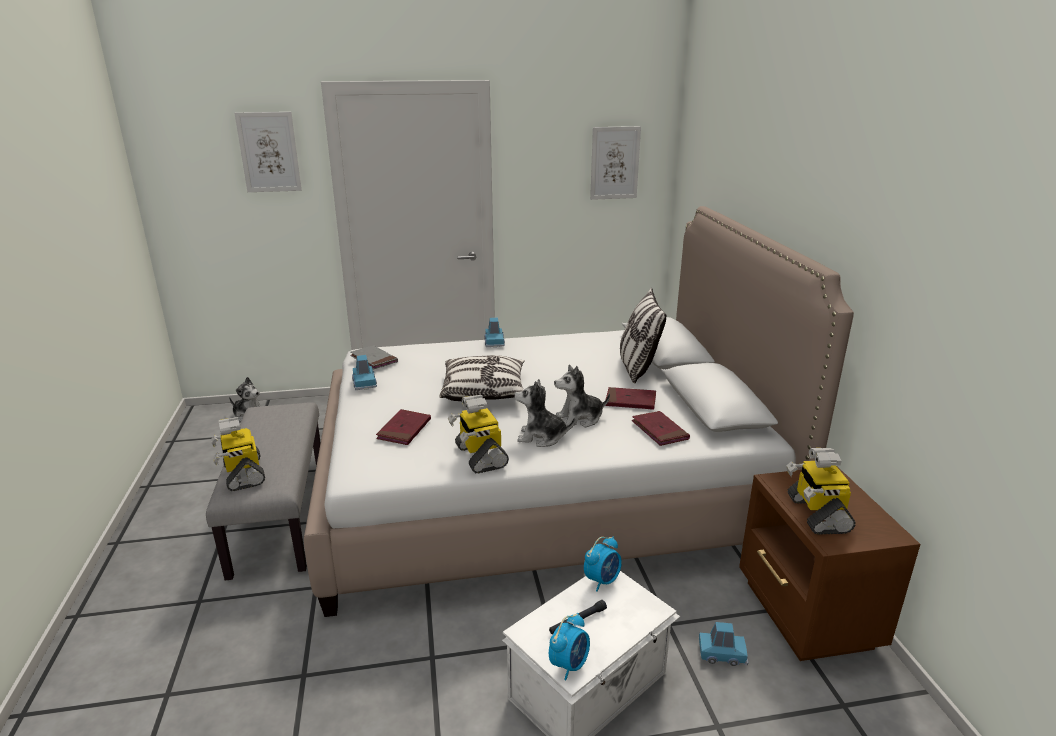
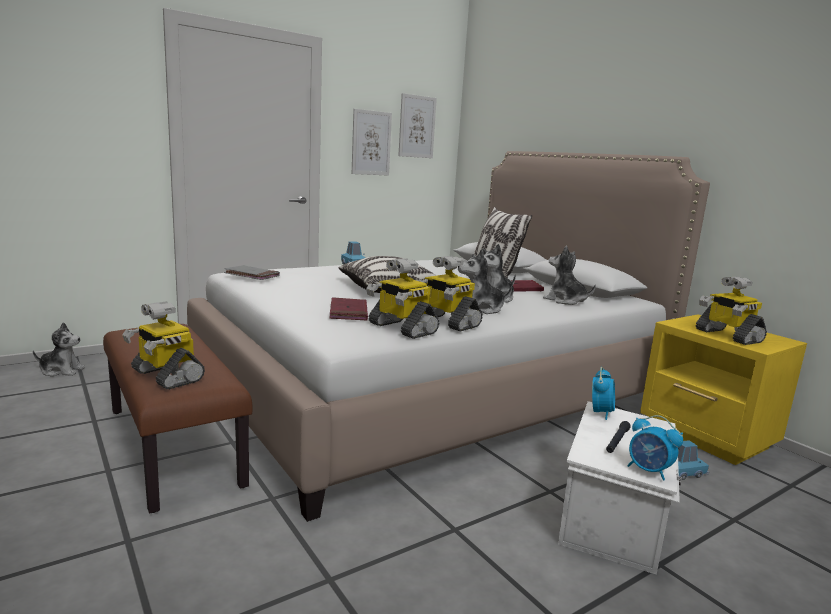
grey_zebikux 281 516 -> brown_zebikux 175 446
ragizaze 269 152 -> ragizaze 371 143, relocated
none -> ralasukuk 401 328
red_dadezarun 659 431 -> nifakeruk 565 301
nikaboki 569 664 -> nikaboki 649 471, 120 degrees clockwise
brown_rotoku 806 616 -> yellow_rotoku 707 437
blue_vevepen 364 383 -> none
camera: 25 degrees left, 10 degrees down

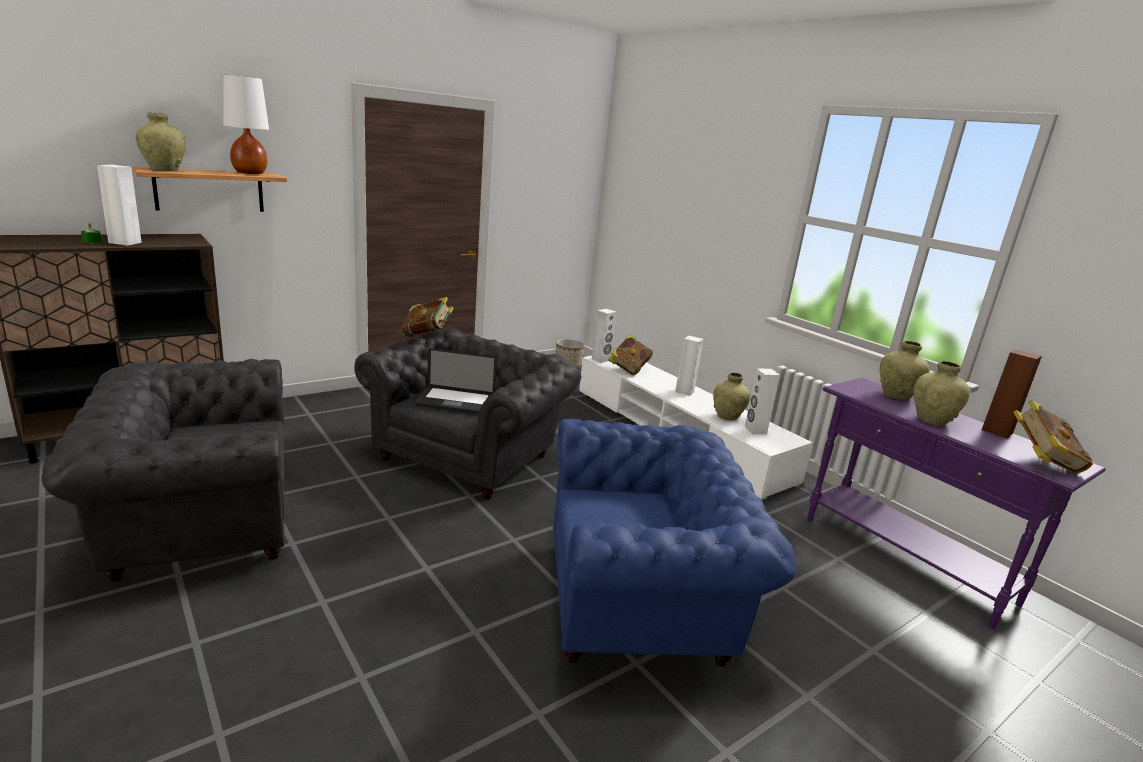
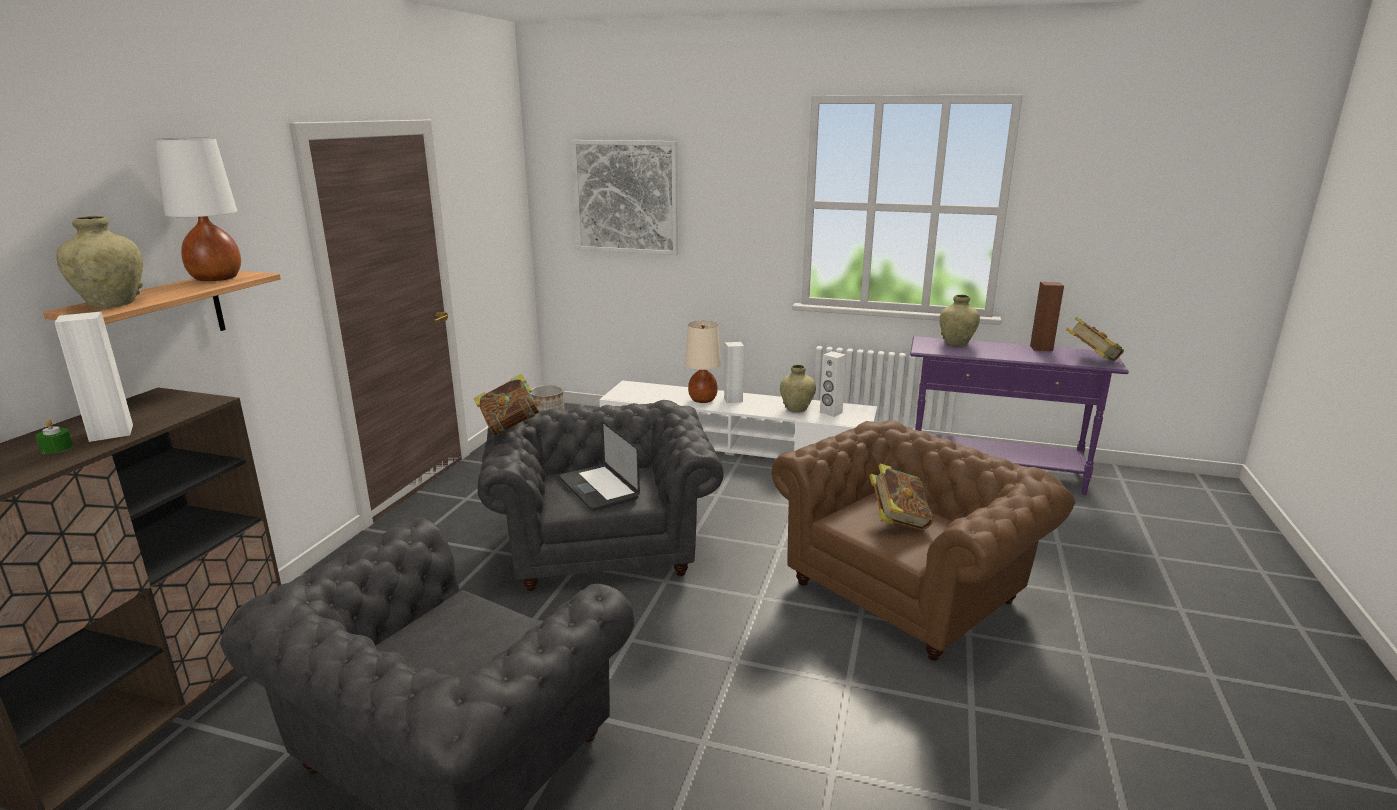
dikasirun 455 402 -> dikasirun 598 488, 90 degrees clockwise
none -> ragizaze 626 197
none -> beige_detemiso 703 400
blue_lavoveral 642 600 -> brown_lavoveral 909 589
dadezarun 629 369 -> dadezarun 898 520, relocated
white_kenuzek 601 360 -> none
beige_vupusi 931 420 -> none
camera: 35 degrees left, 0 degrees up

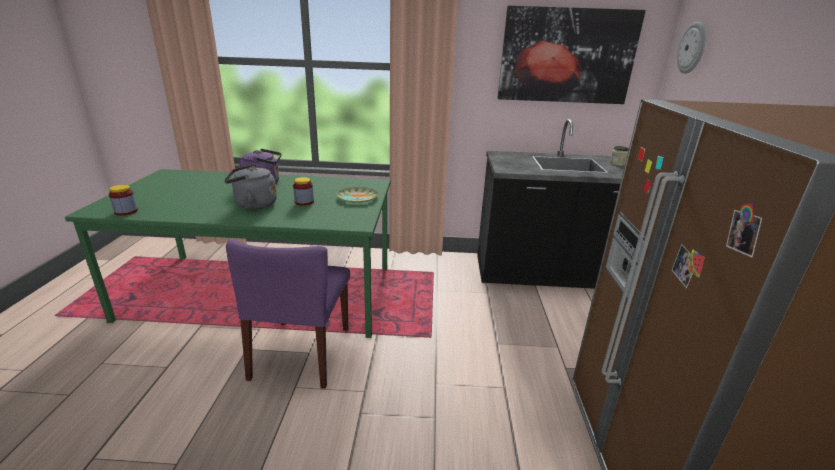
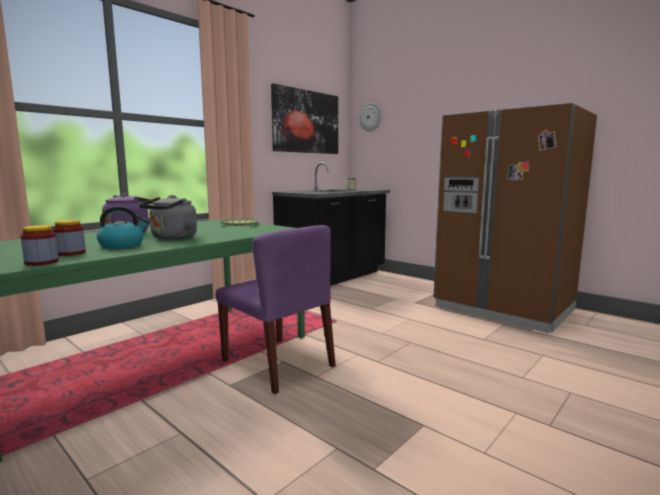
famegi 304 202 -> famegi 71 253, relocated
none -> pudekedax 122 245
camera: 50 degrees left, 15 degrees down

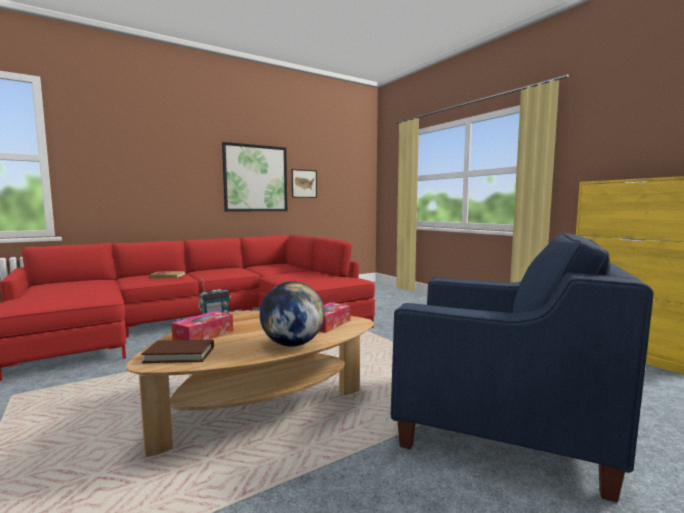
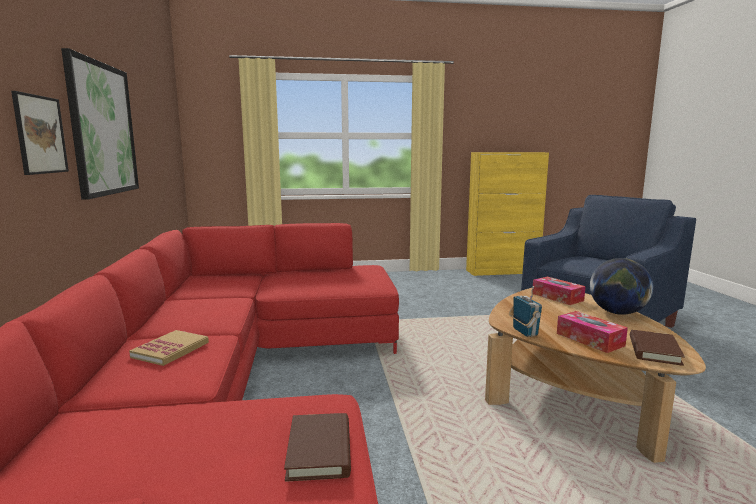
ragizaze 304 183 -> ragizaze 40 134, relocated
none -> brown_dadezarun 319 450
camera: 65 degrees left, 5 degrees up

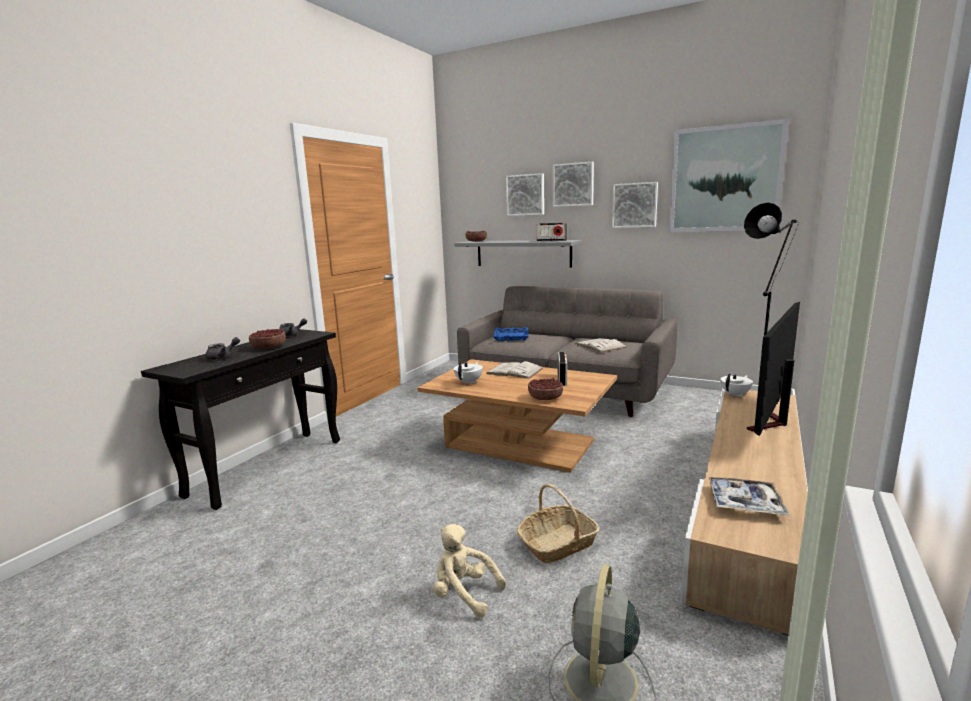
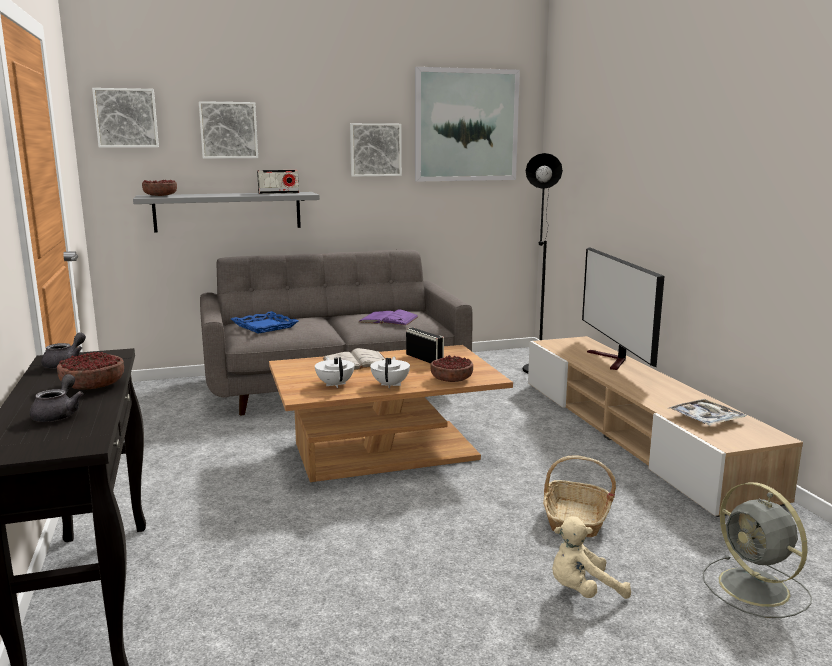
ragizaze 573 184 -> ragizaze 126 118, relocated
white_dadezarun 600 345 -> purple_dadezarun 389 319
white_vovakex 735 394 -> white_vovakex 390 385, relocated
camera: 45 degrees left, 0 degrees up

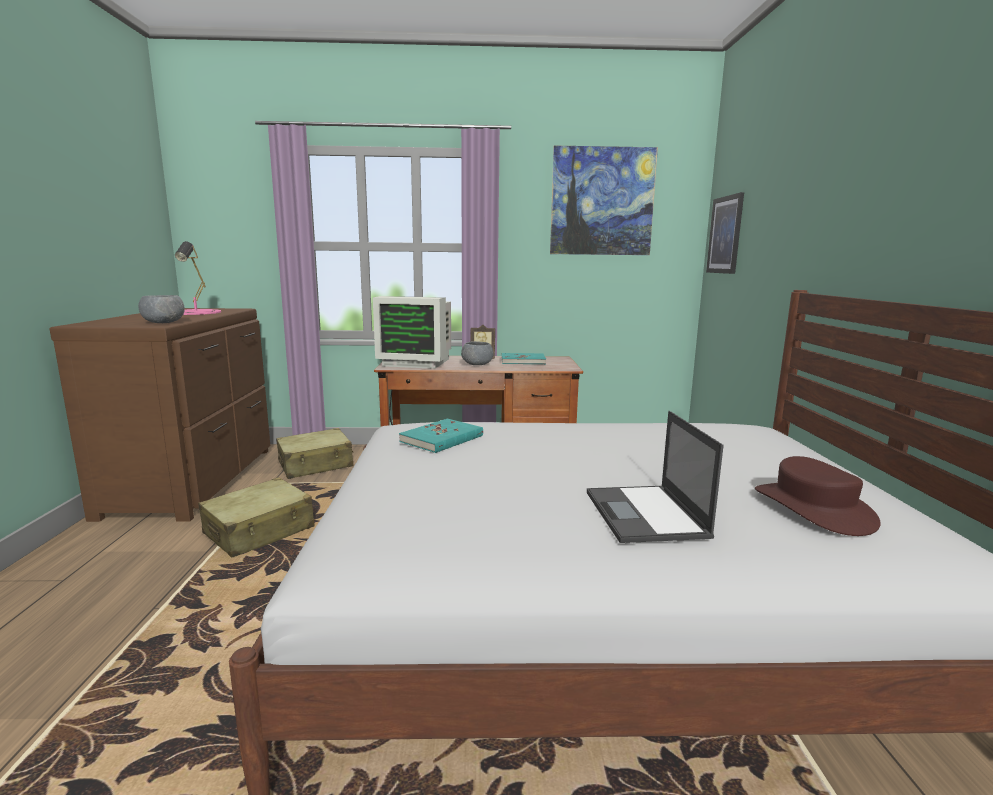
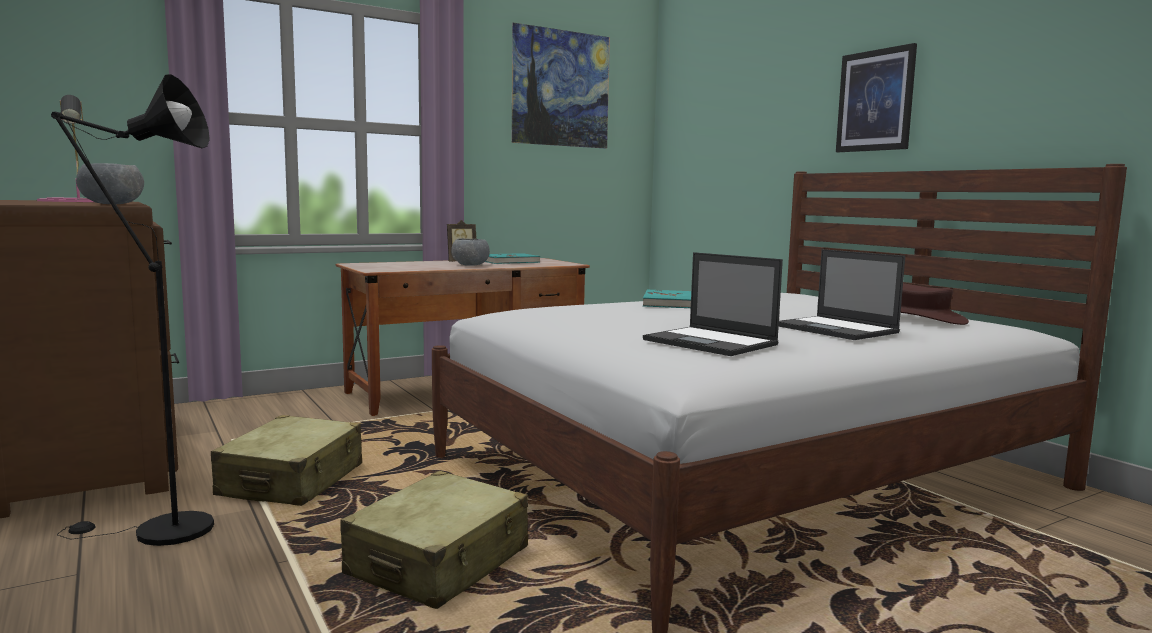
none -> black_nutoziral 159 531
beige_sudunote 316 464 -> beige_sudunote 439 562, relocated
none -> dikasirun 711 342
turquoise_dadezarun 442 439 -> turquoise_dadezarun 669 303, relocated
ragizaze 725 235 -> ragizaze 875 101, relocated
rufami 417 362 -> none
camera: 30 degrees left, 5 degrees down

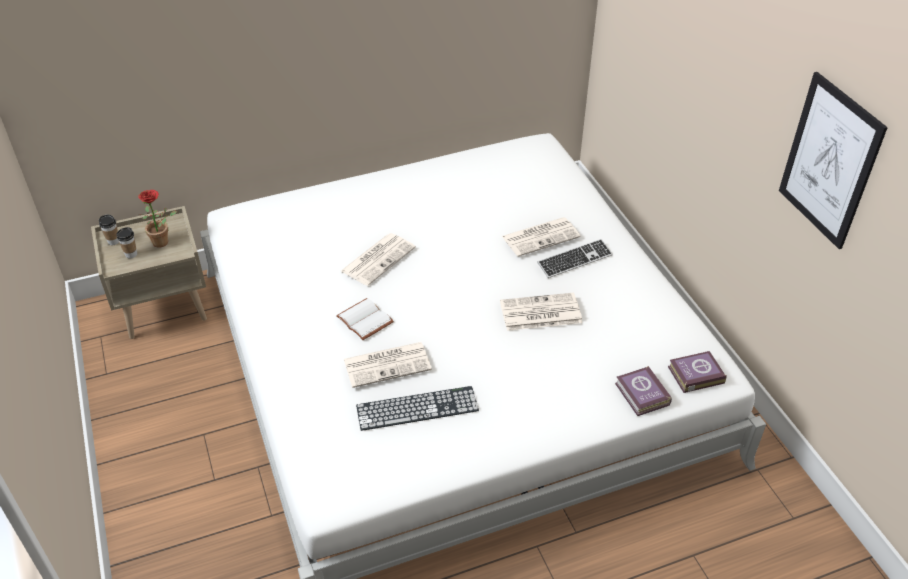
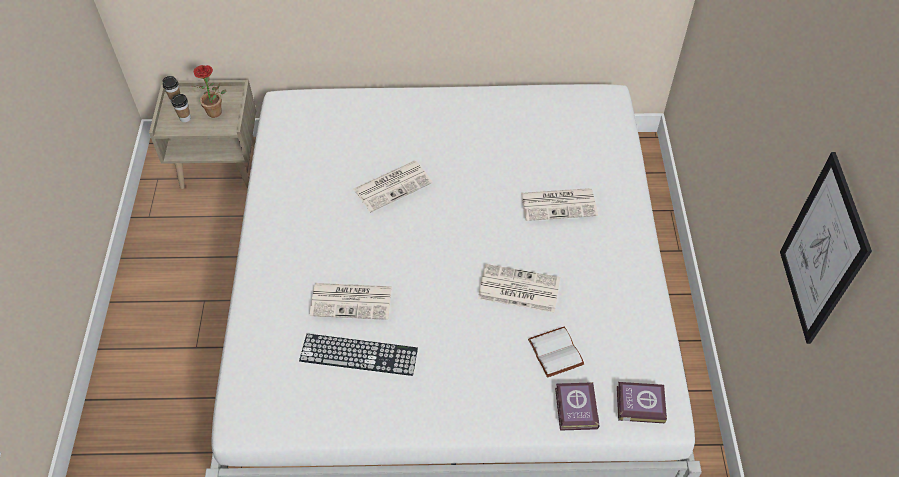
white_dadezarun 366 320 -> white_dadezarun 557 352, relocated
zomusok 574 260 -> none
camera: 20 degrees right, 10 degrees up

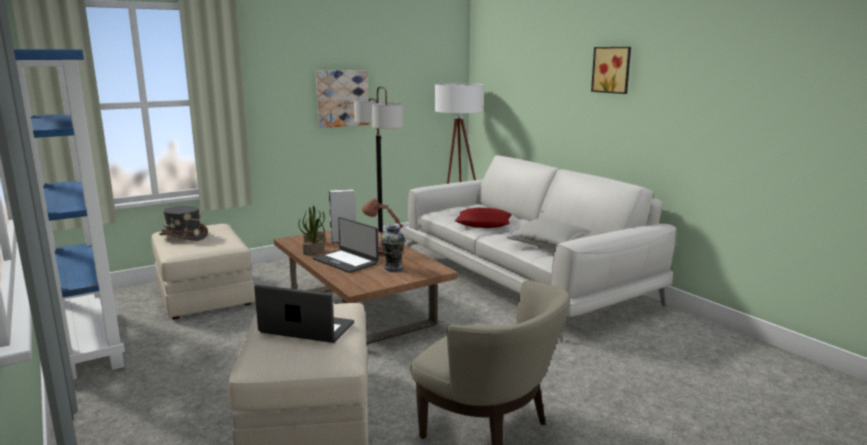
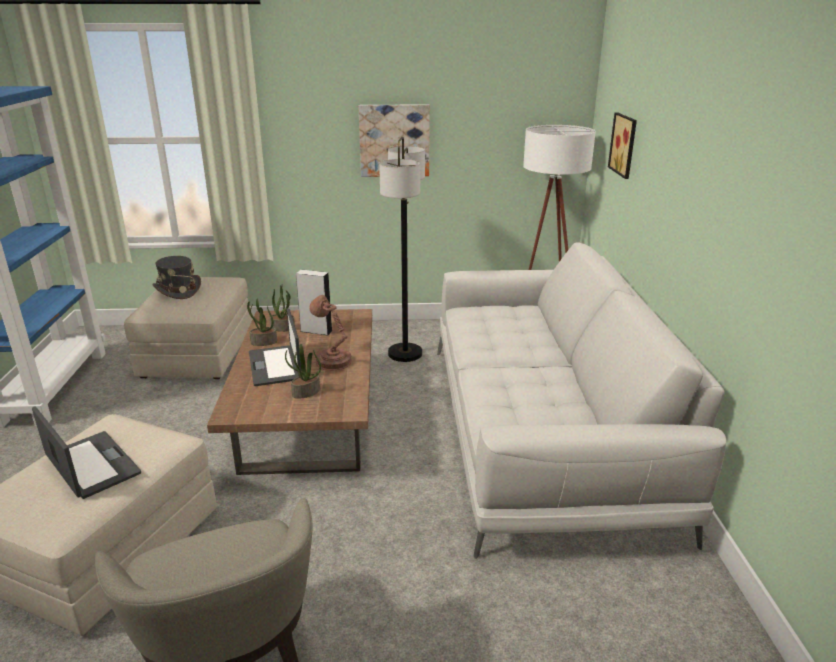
vupusi 393 268 -> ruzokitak 306 392
ragizaze 612 70 -> ragizaze 625 145, relocated
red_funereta 483 223 -> none
grey_funereta 548 244 -> none
camera: 30 degrees right, 10 degrees up

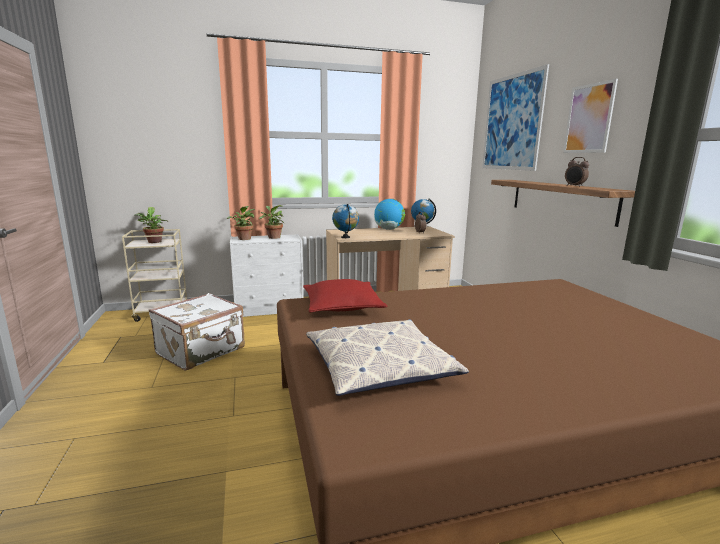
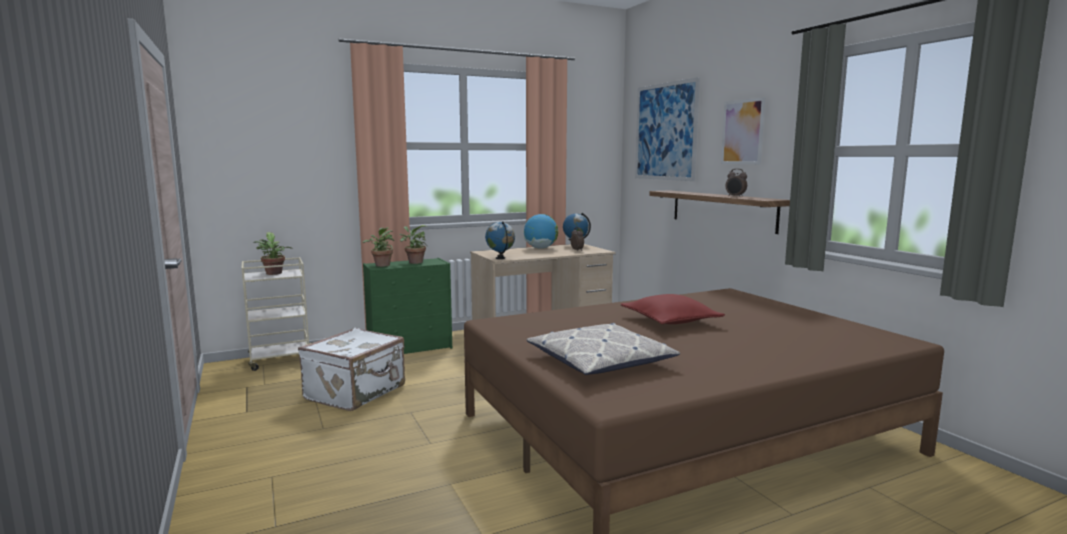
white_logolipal 270 310 -> green_logolipal 411 348
red_funereta 342 306 -> red_funereta 670 321, relocated
camera: 10 degrees left, 5 degrees down

